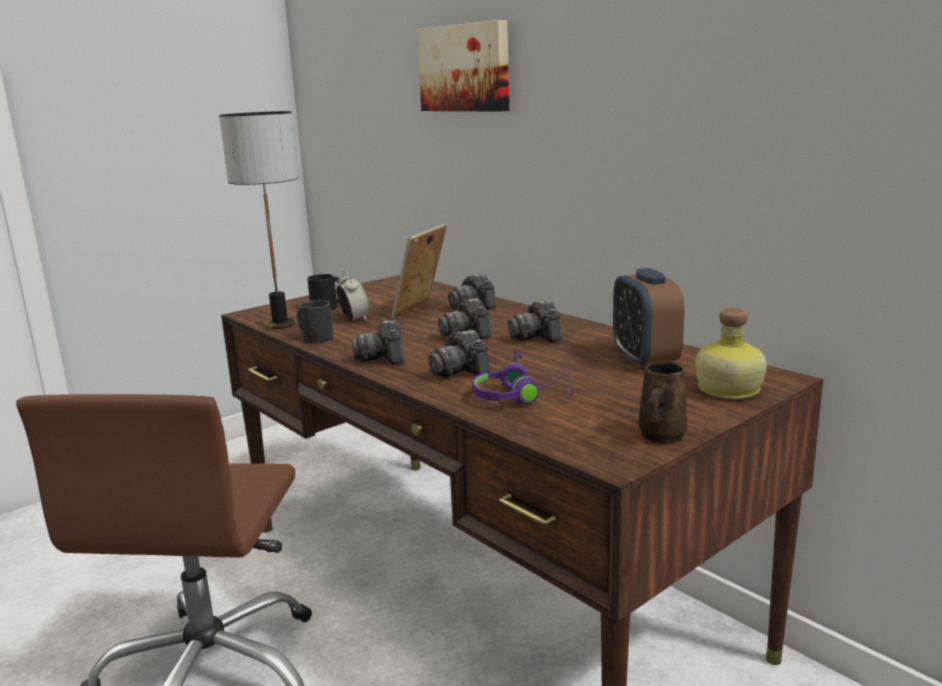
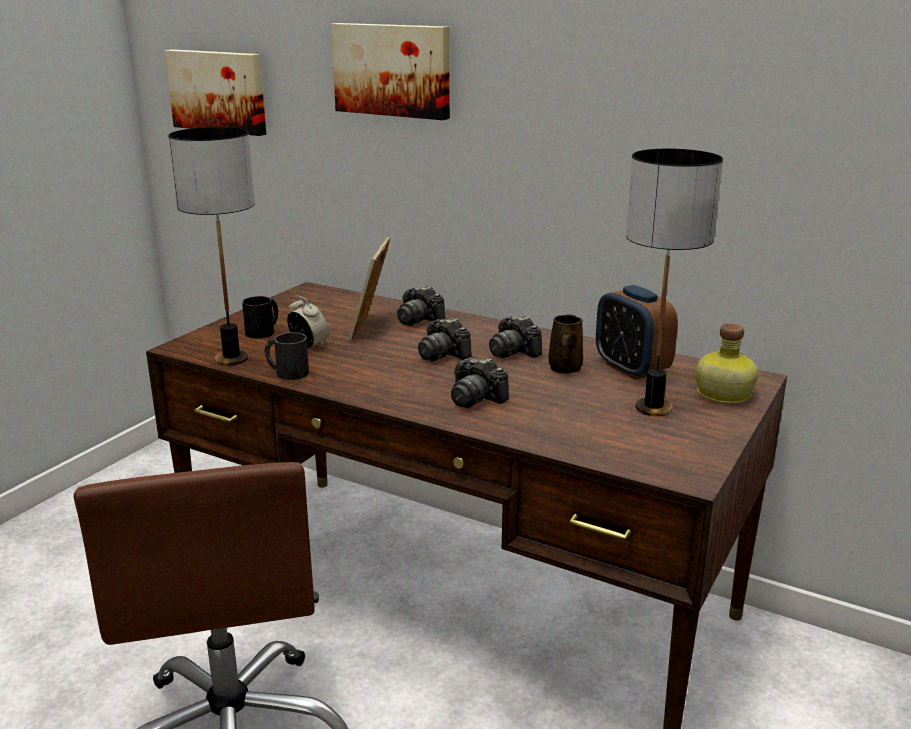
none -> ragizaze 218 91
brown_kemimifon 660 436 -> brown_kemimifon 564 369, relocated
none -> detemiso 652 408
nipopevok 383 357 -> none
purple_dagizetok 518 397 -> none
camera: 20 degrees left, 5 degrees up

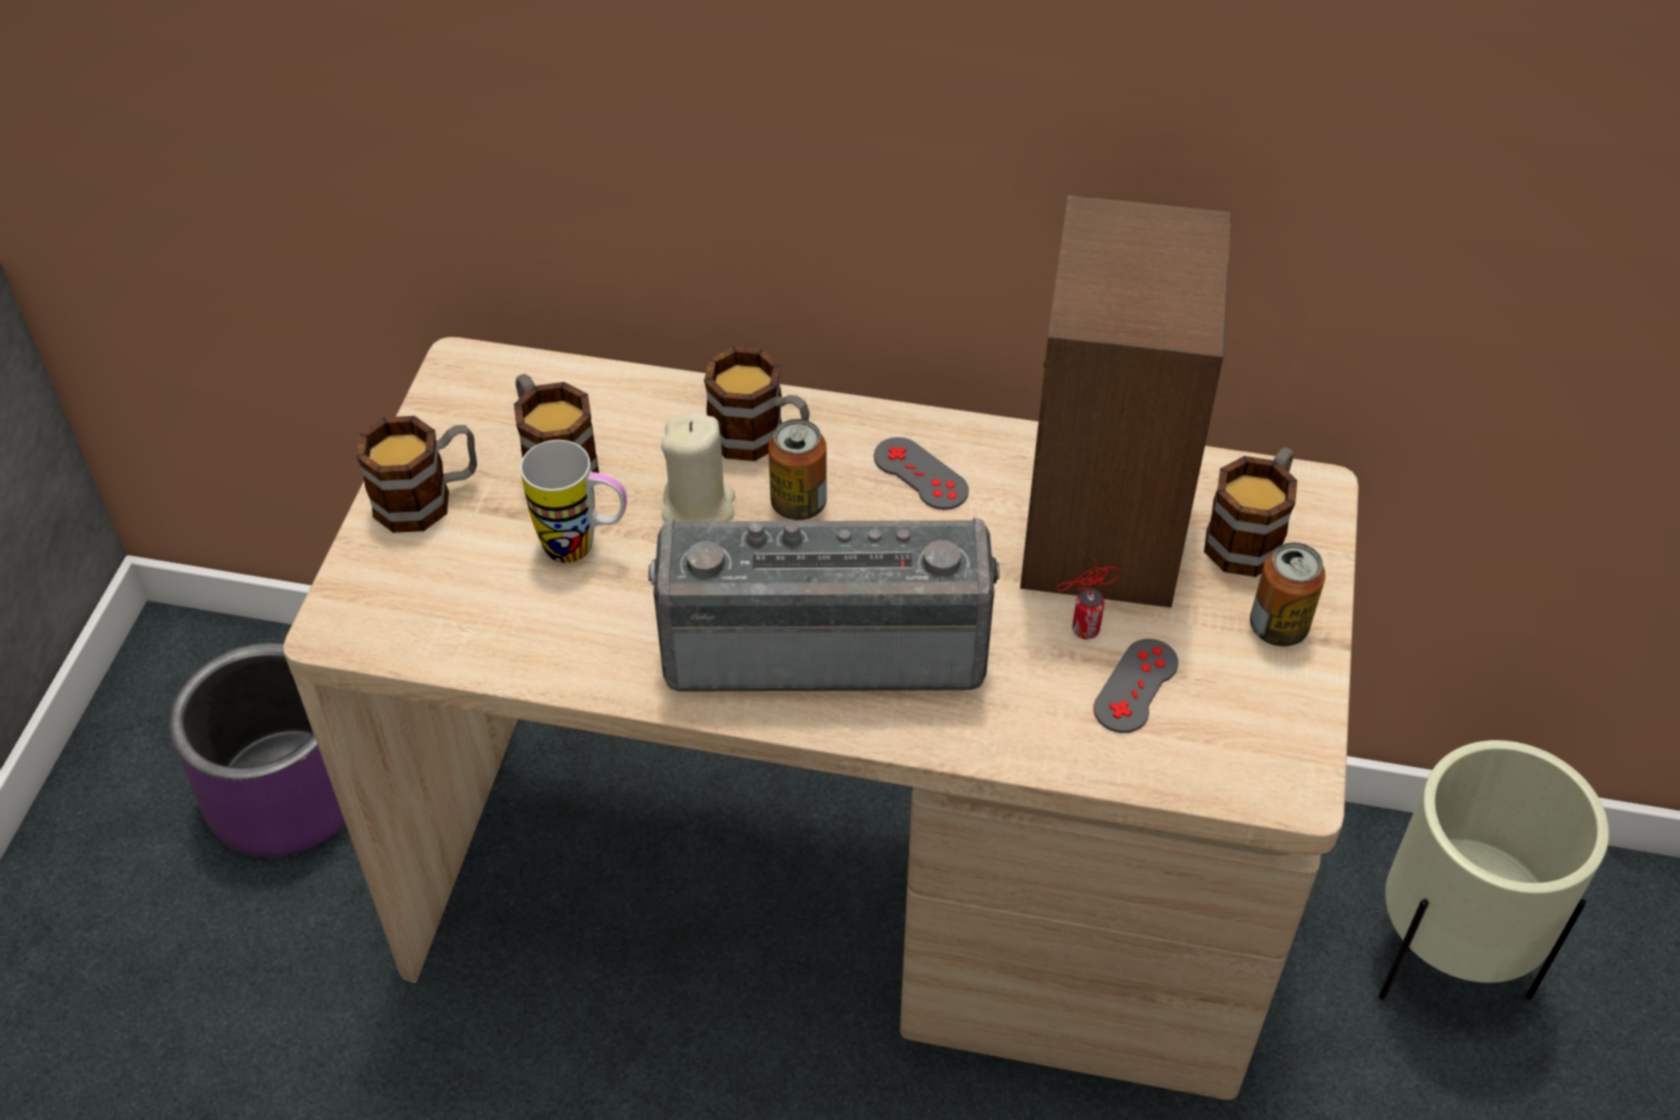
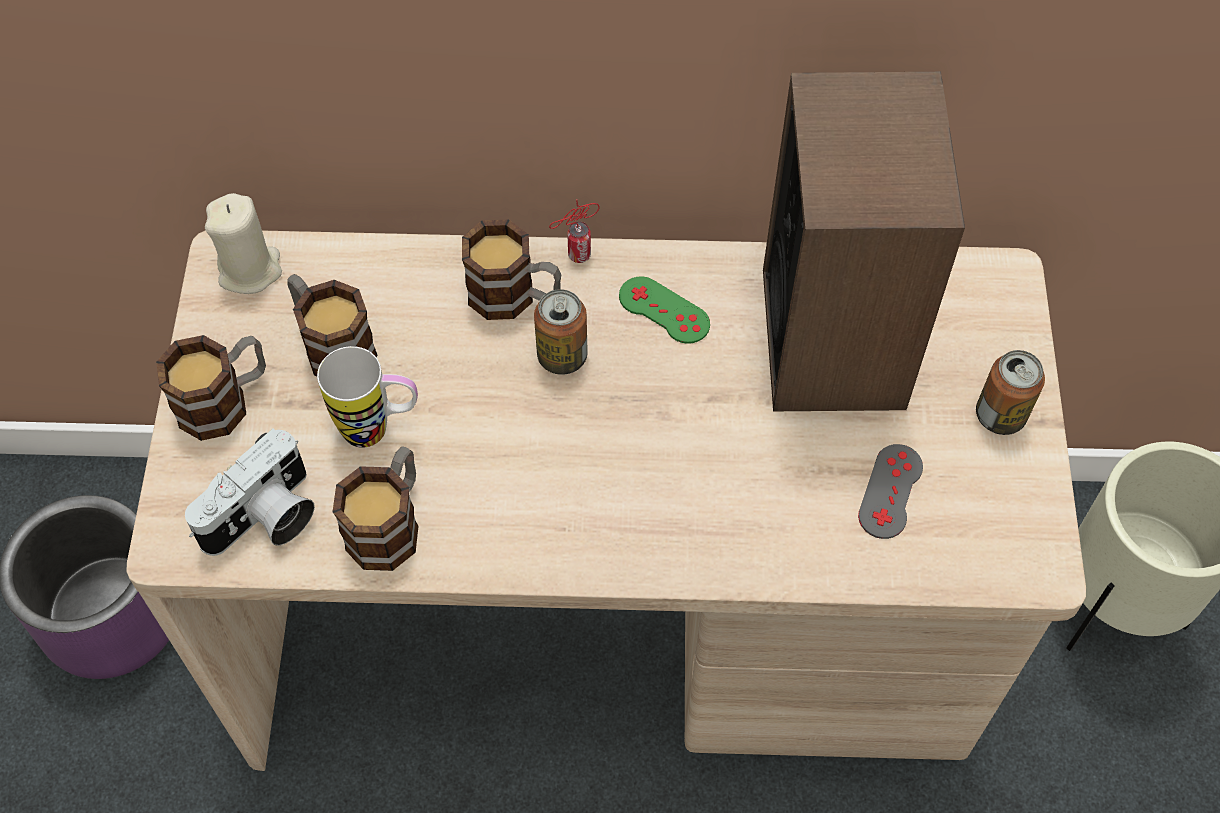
none -> nipopevok 265 519
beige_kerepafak 699 507 -> beige_kerepafak 250 270, relocated
kemimifon 1250 535 -> kemimifon 390 523, relocated
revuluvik 1081 631 -> revuluvik 576 256, relocated
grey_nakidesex 920 474 -> green_nakidesex 664 310
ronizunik 825 640 -> none
camera: 10 degrees left, 10 degrees up

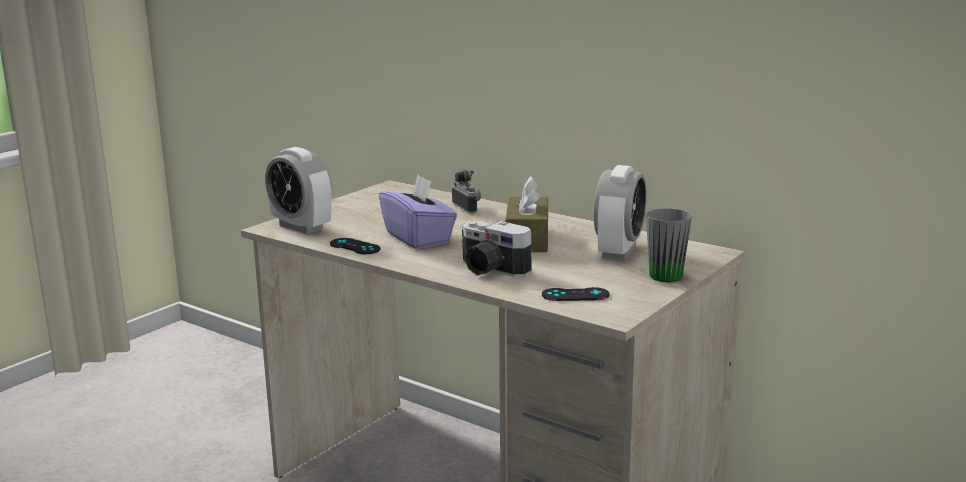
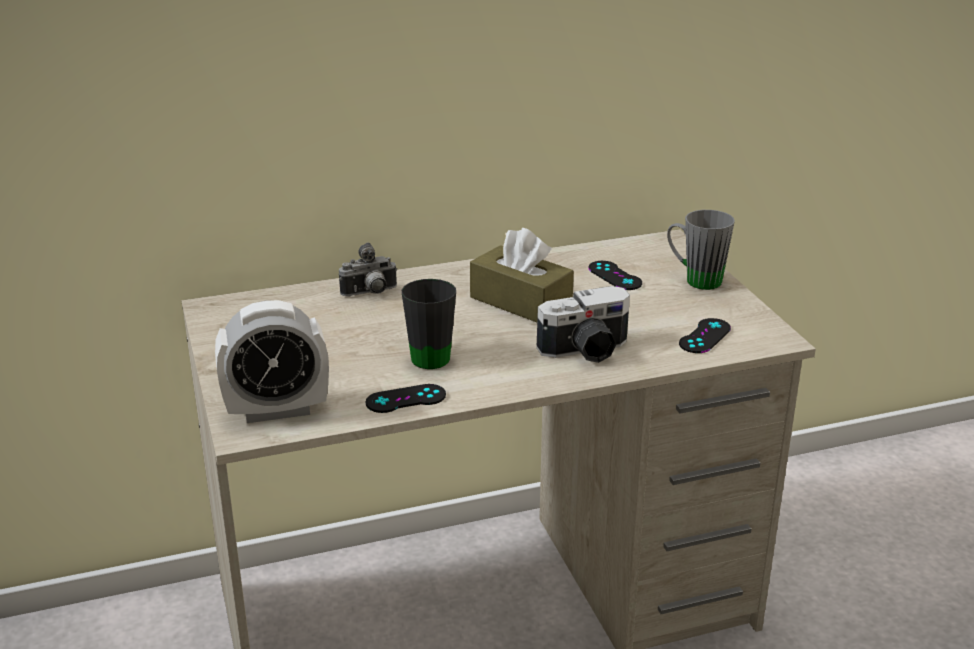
nipopevok 468 207 -> nipopevok 370 293, 150 degrees clockwise
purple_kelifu 419 238 -> black_kemimifon 432 353
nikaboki 618 251 -> black_nakidesex 615 276
camera: 55 degrees left, 10 degrees up

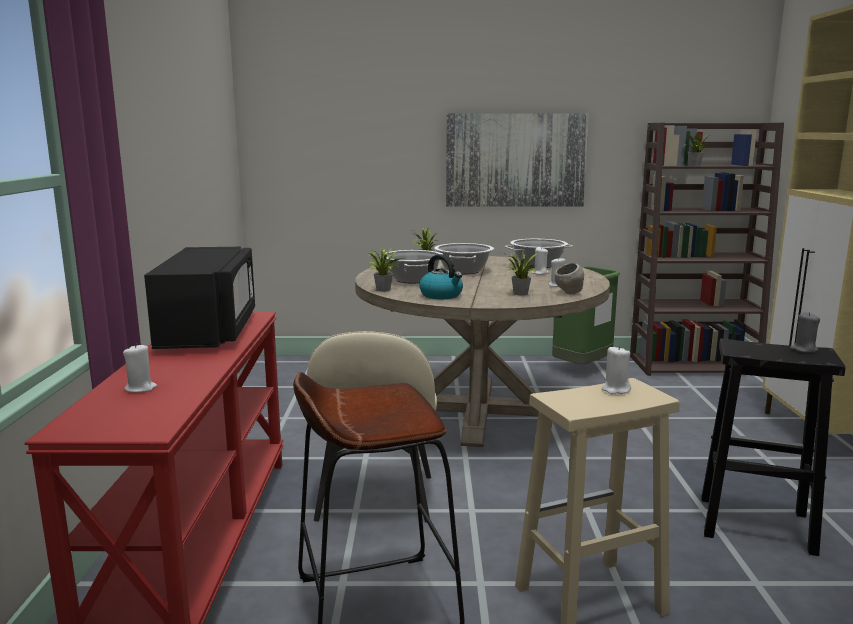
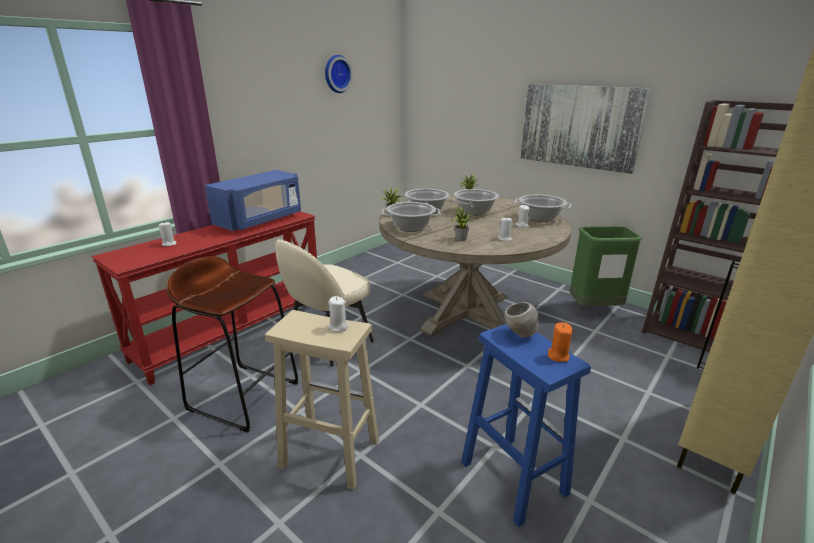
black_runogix 209 331 -> blue_runogix 260 220
none -> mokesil 336 74
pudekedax 442 295 -> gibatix 411 227
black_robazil 753 524 -> blue_robazil 512 477
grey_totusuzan 569 294 -> grey_totusuzan 520 334, relocated
grey_kerepafak 803 349 -> orange_kerepafak 558 356
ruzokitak 693 165 -> none
camera: 40 degrees right, 10 degrees up

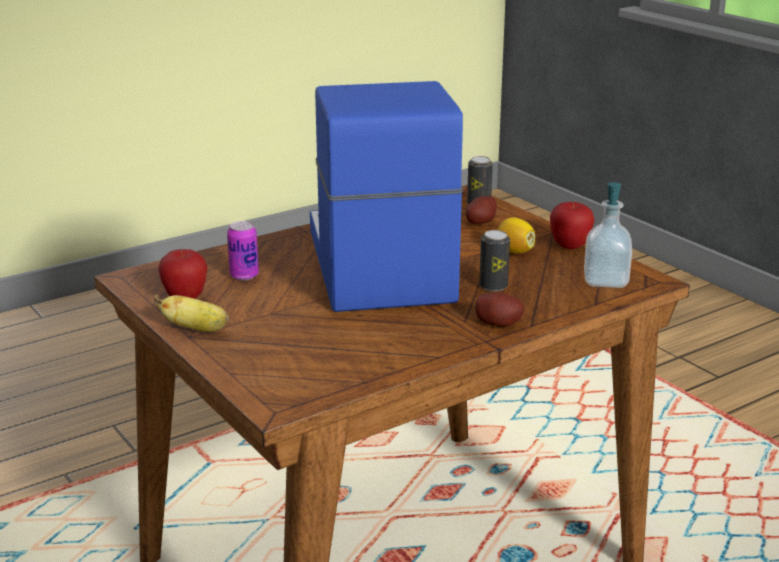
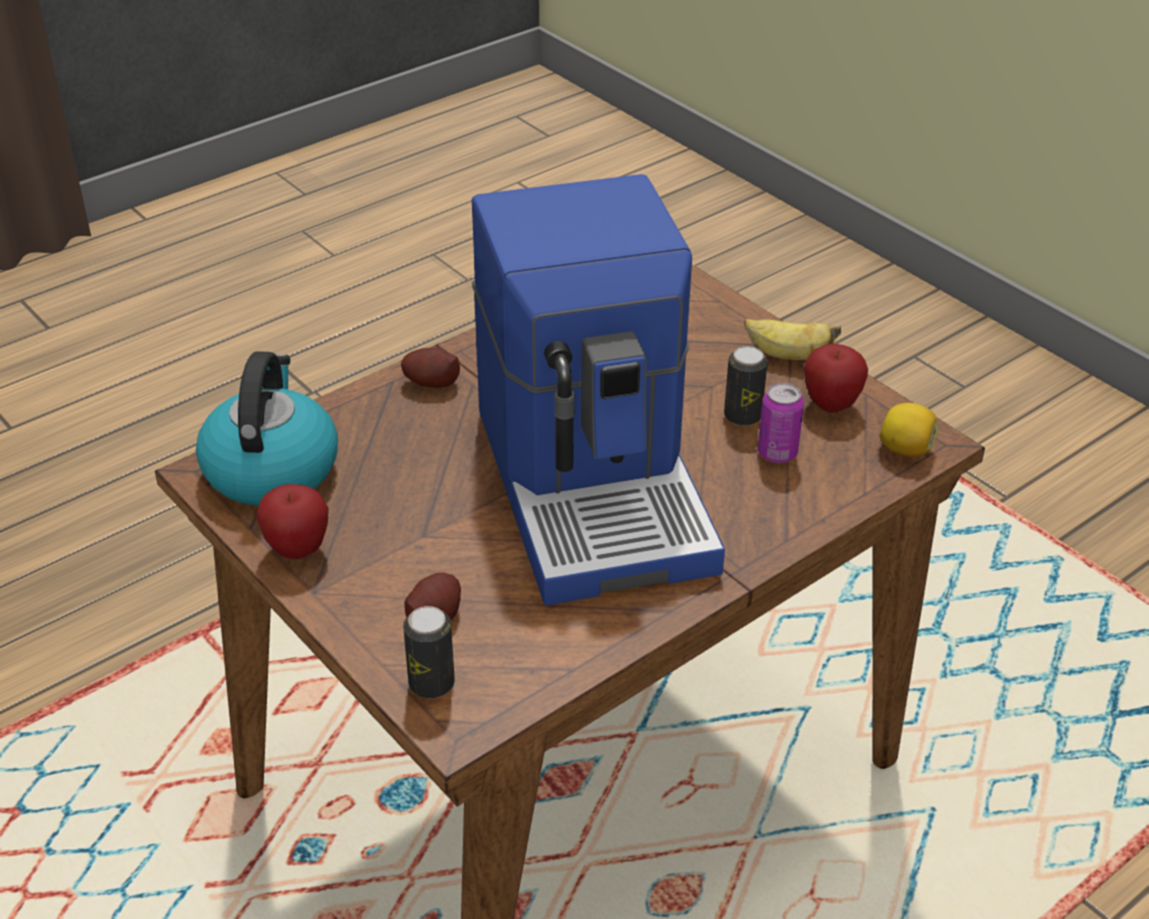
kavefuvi 605 281 -> pudekedax 271 468
revuluvik 493 286 -> revuluvik 742 416, relocated
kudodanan 514 252 -> kudodanan 905 449, relocated
camera: 175 degrees right, 15 degrees up

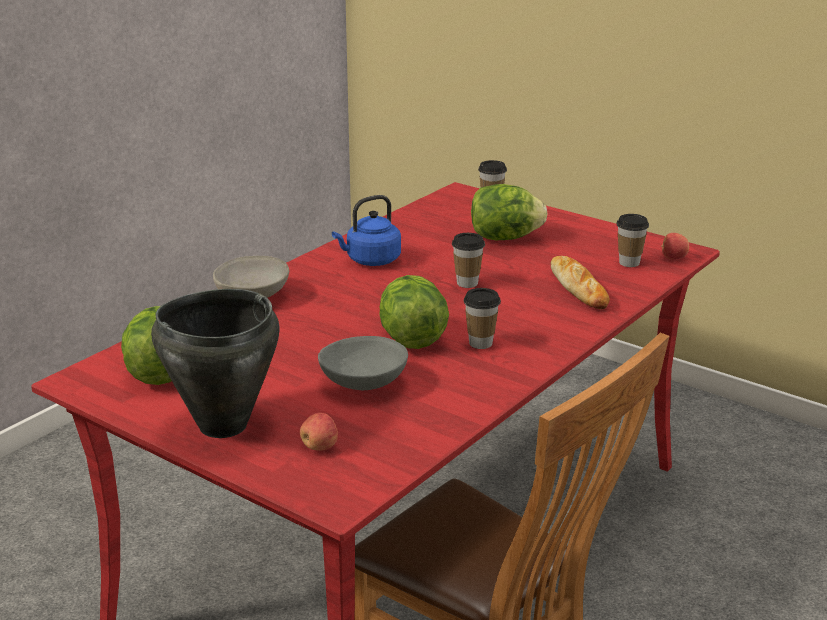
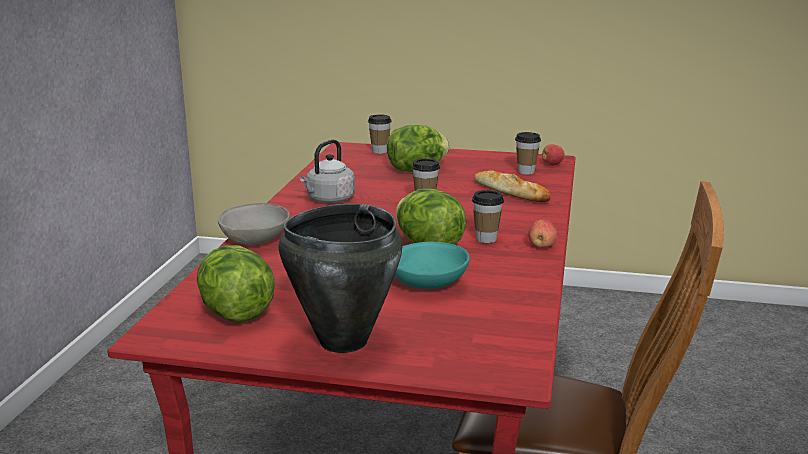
blue_pudekedax 370 260 -> grey_pudekedax 329 200
grey_totusuzan 364 383 -> turquoise_totusuzan 429 284
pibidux 320 447 -> pibidux 542 246, relocated
camera: 25 degrees left, 5 degrees down

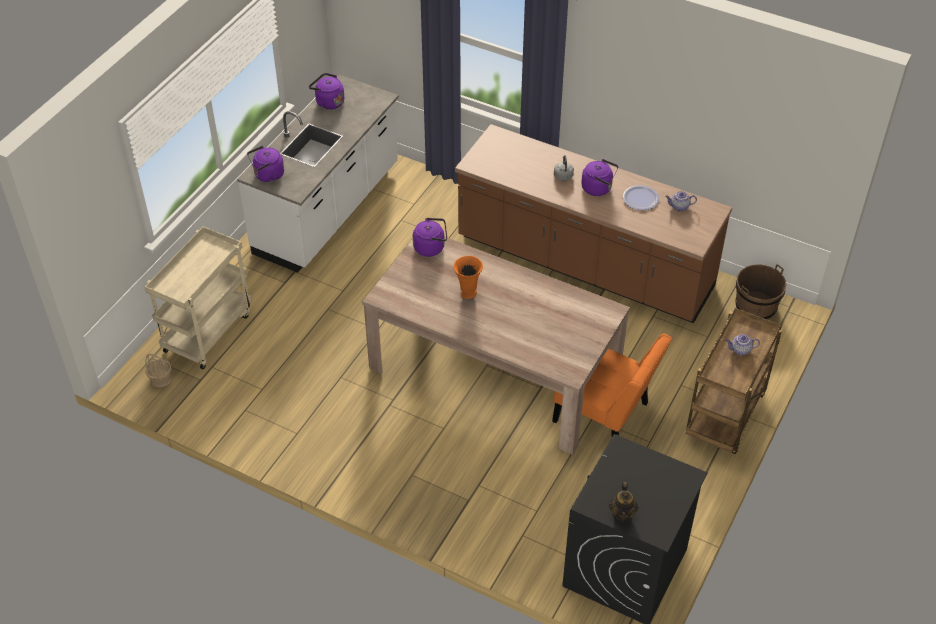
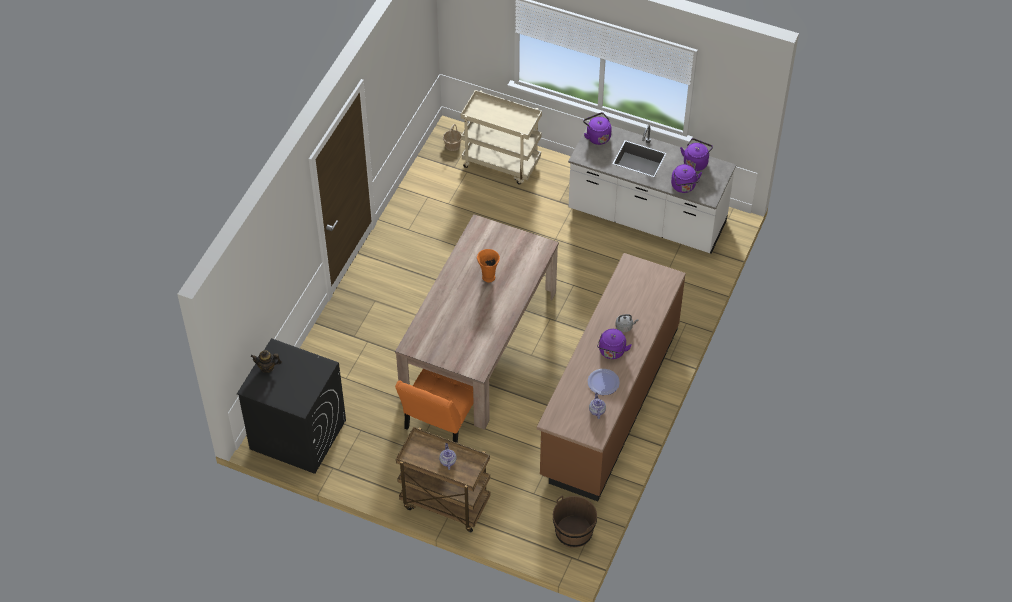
purple_pudekedax 431 247 -> purple_pudekedax 684 187, relocated
camera: 85 degrees right, 5 degrees up

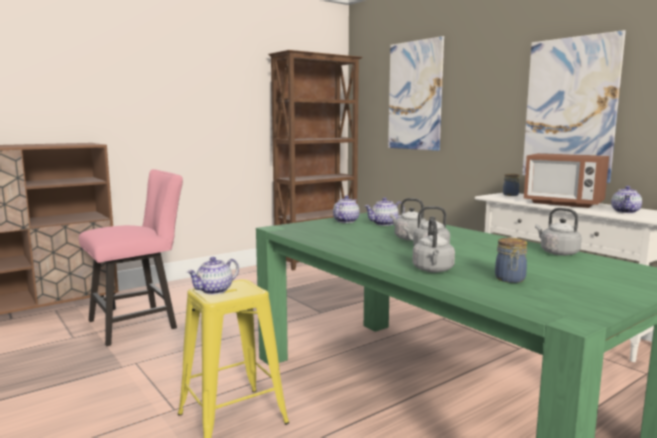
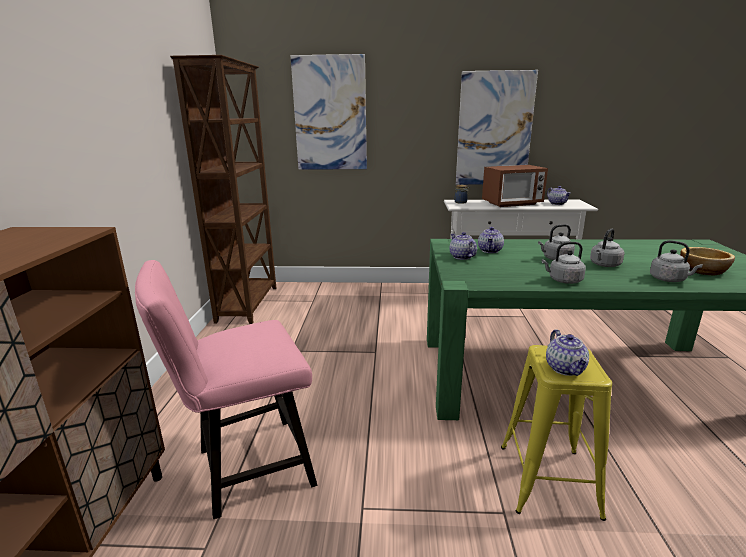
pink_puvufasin 139 323 -> pink_puvufasin 245 469, 120 degrees counterclockwise
grey_pudekedax 557 253 -> grey_pudekedax 563 280, relocated
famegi 510 279 -> totusuzan 703 271
camera: 50 degrees left, 10 degrees up

